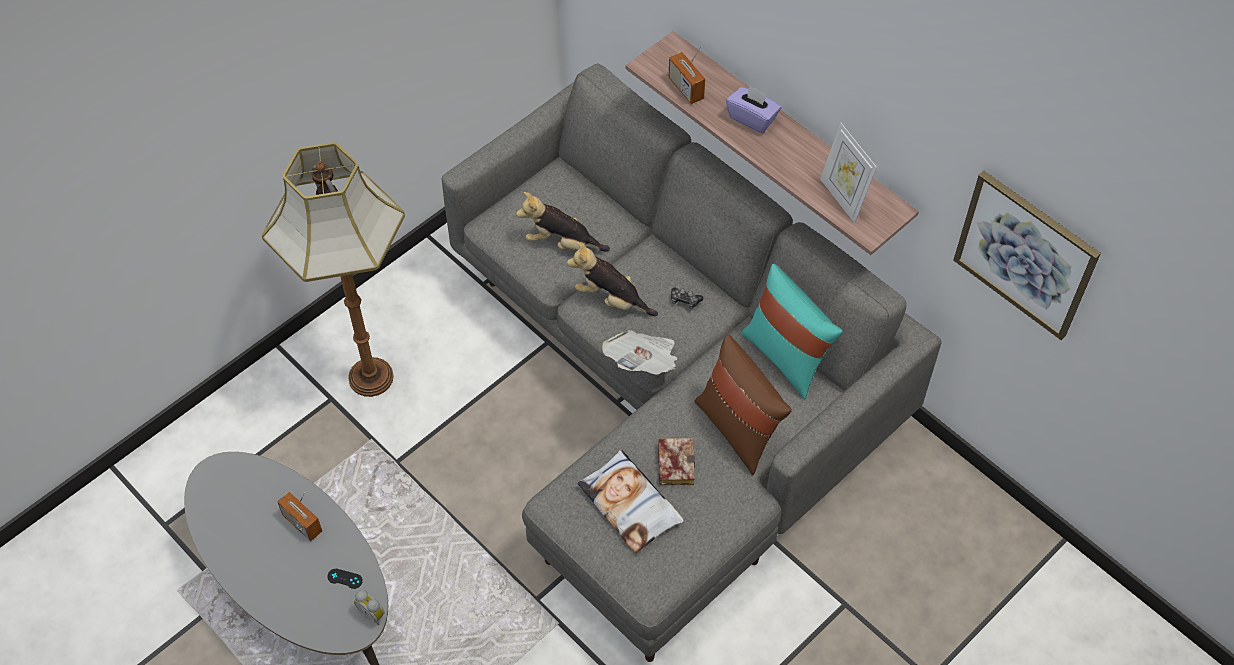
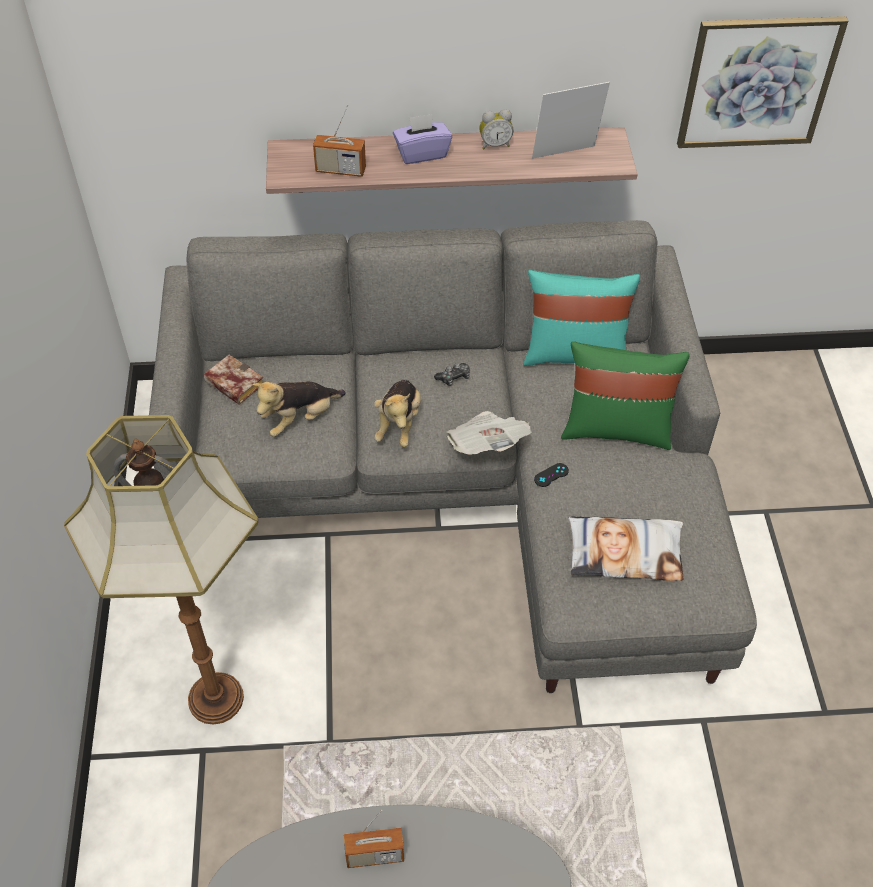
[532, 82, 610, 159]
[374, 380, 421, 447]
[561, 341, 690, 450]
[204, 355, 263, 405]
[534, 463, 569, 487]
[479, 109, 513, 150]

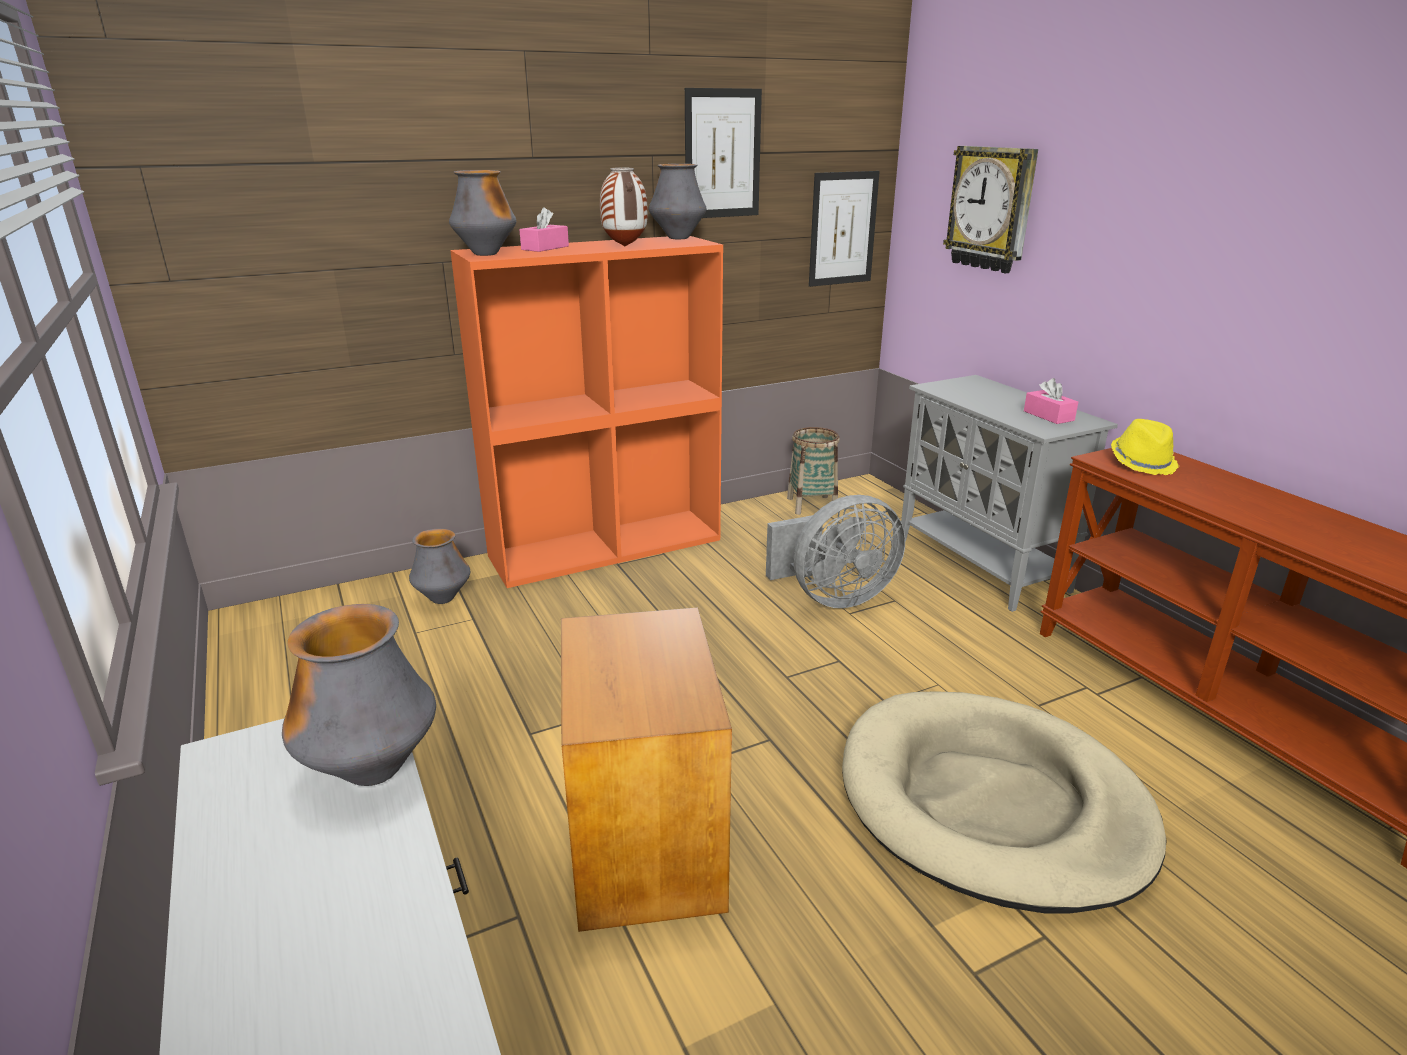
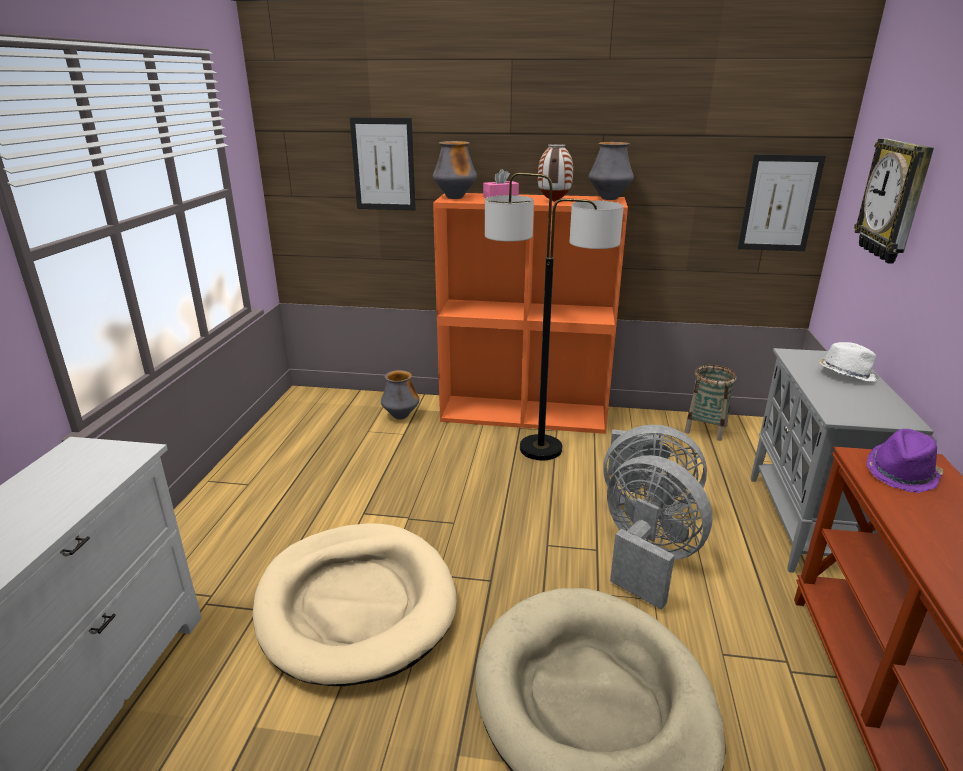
[350, 117, 416, 210]
[1024, 378, 1078, 424] (first image)
[866, 429, 944, 493]
[282, 604, 436, 786] (first image)
[253, 523, 457, 686]
[485, 173, 624, 460]
[818, 342, 877, 382]
[607, 455, 713, 610]

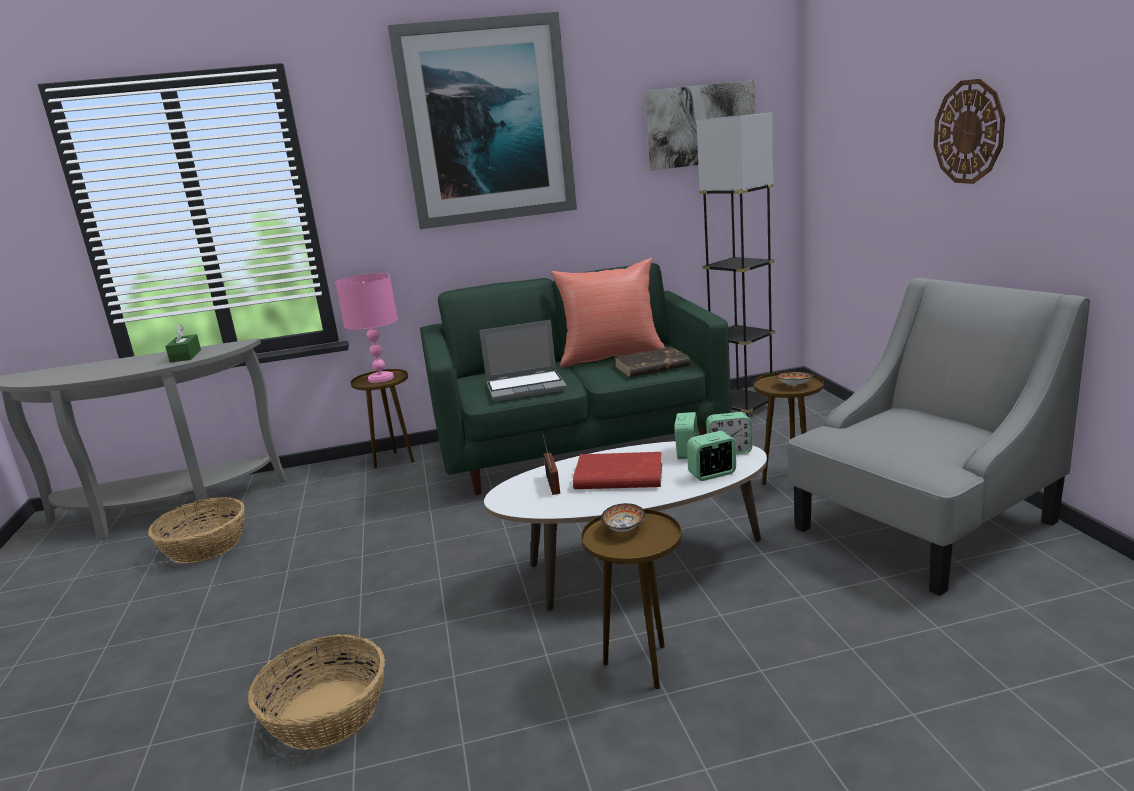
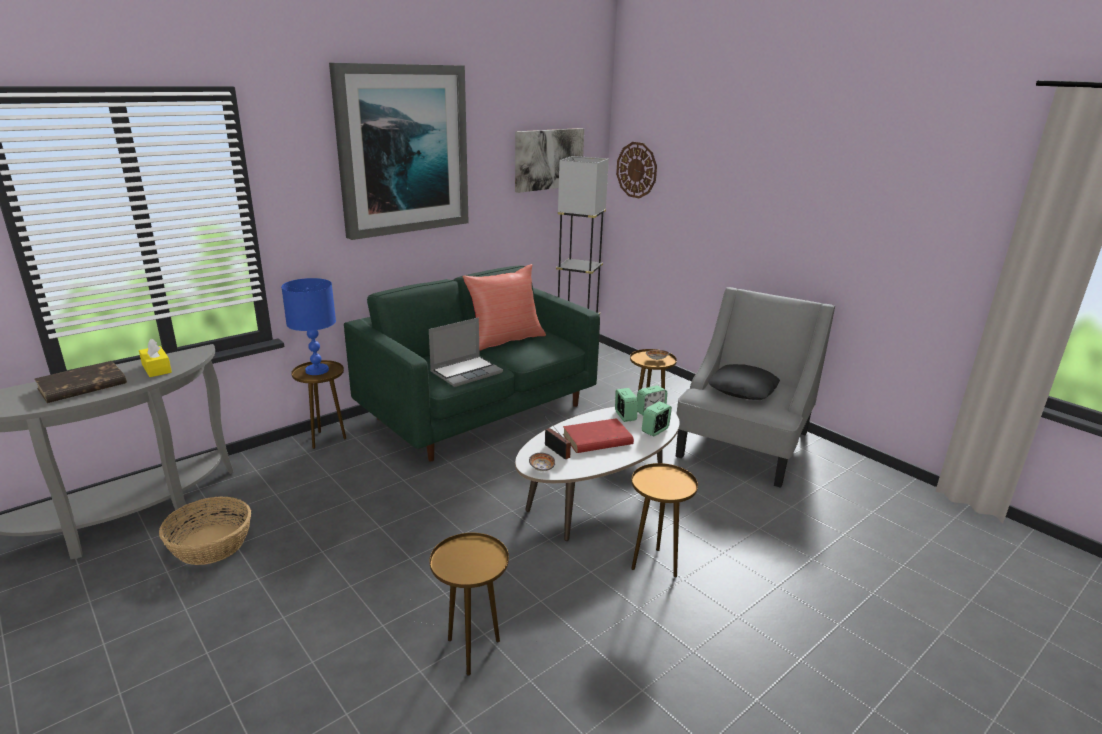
[616, 142, 657, 199]
[281, 278, 336, 375]
[139, 339, 172, 377]
[34, 361, 127, 403]
[529, 453, 556, 471]
[430, 533, 509, 676]
[708, 364, 780, 400]

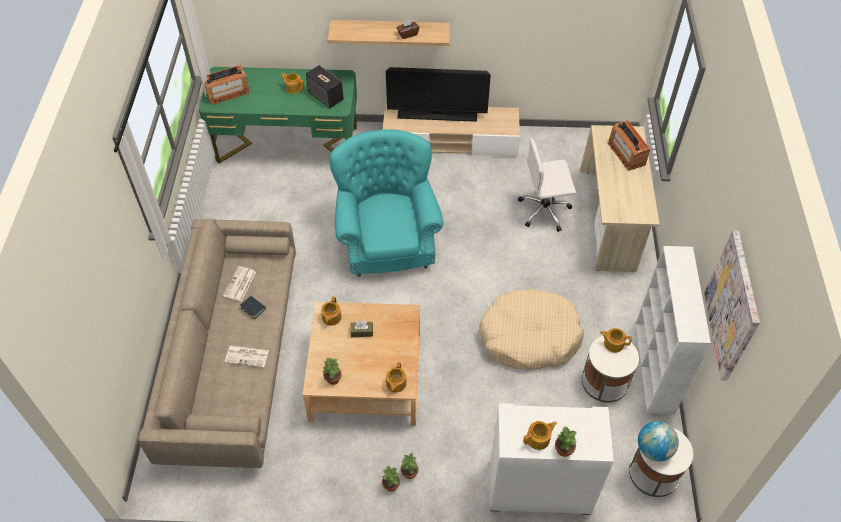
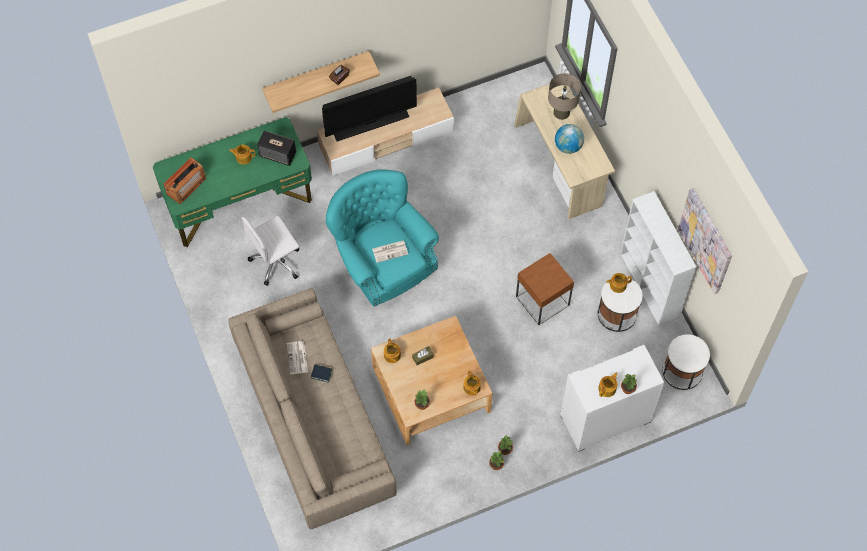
[548, 73, 581, 120]
[241, 216, 300, 285]
[516, 253, 574, 325]
[372, 240, 408, 263]
[555, 124, 584, 154]

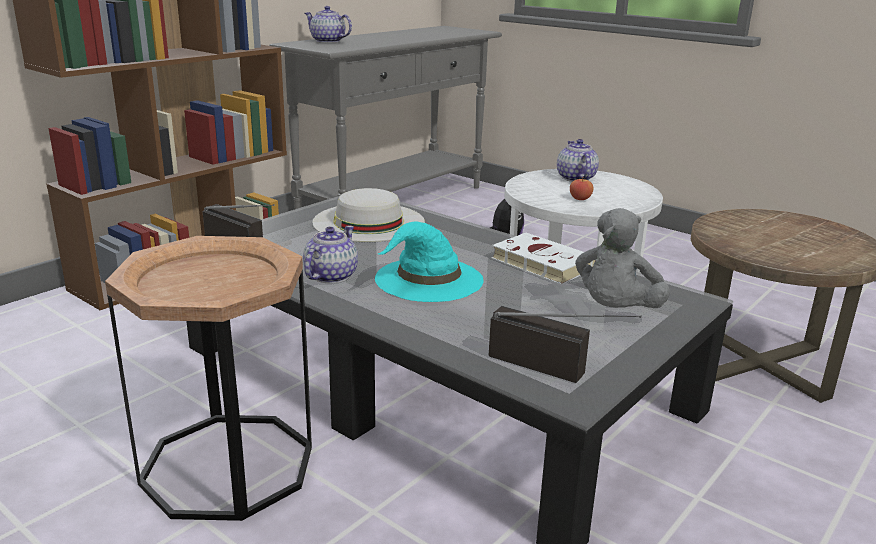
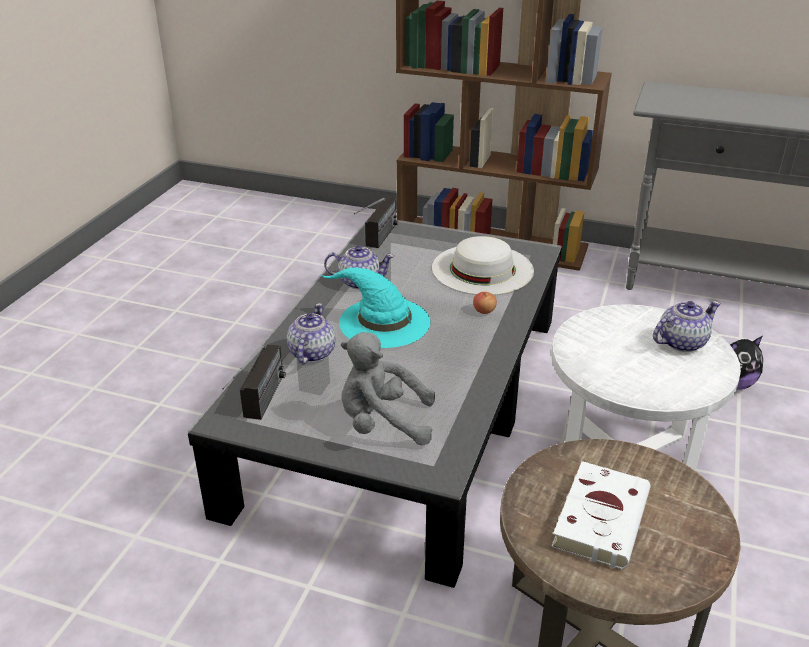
[287, 303, 336, 365]
[473, 292, 497, 314]
[551, 461, 651, 570]
[105, 236, 312, 521] (first image)

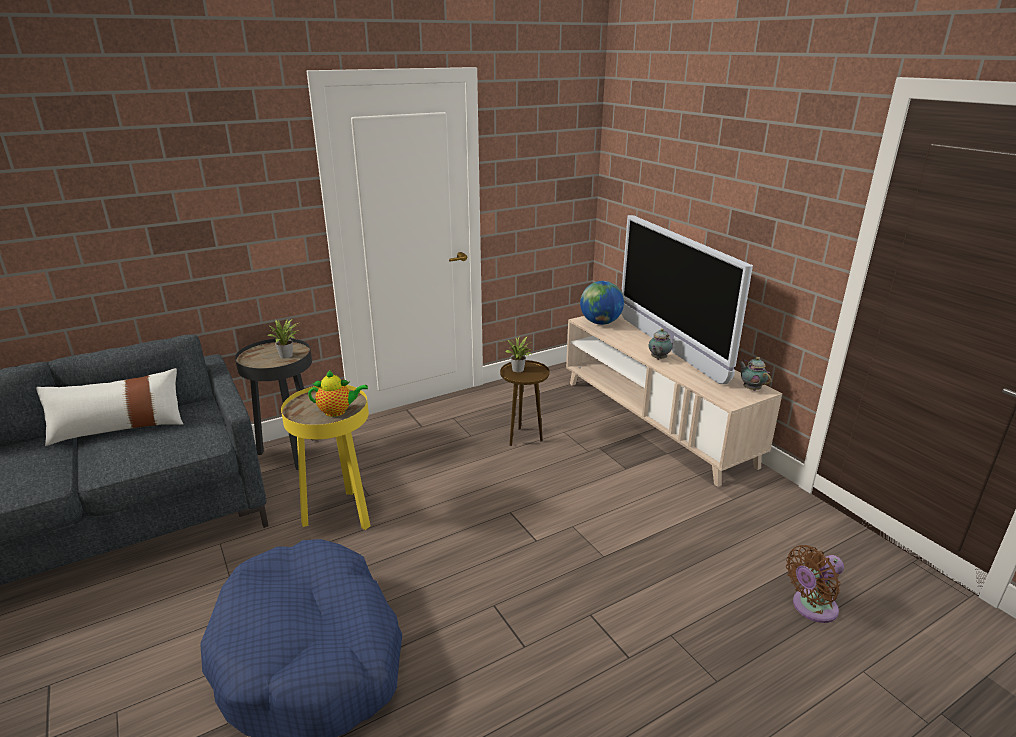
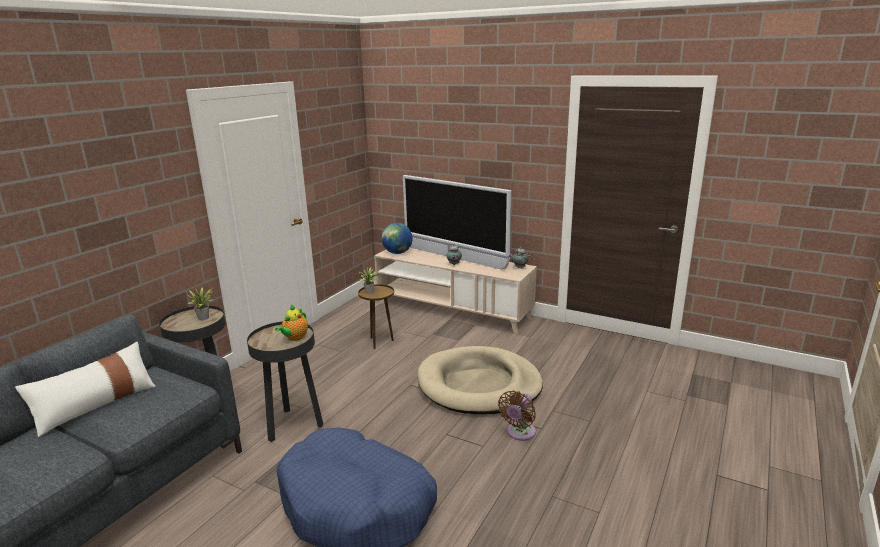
[275, 305, 308, 341]
[247, 321, 323, 442]
[498, 390, 536, 441]
[417, 346, 543, 414]

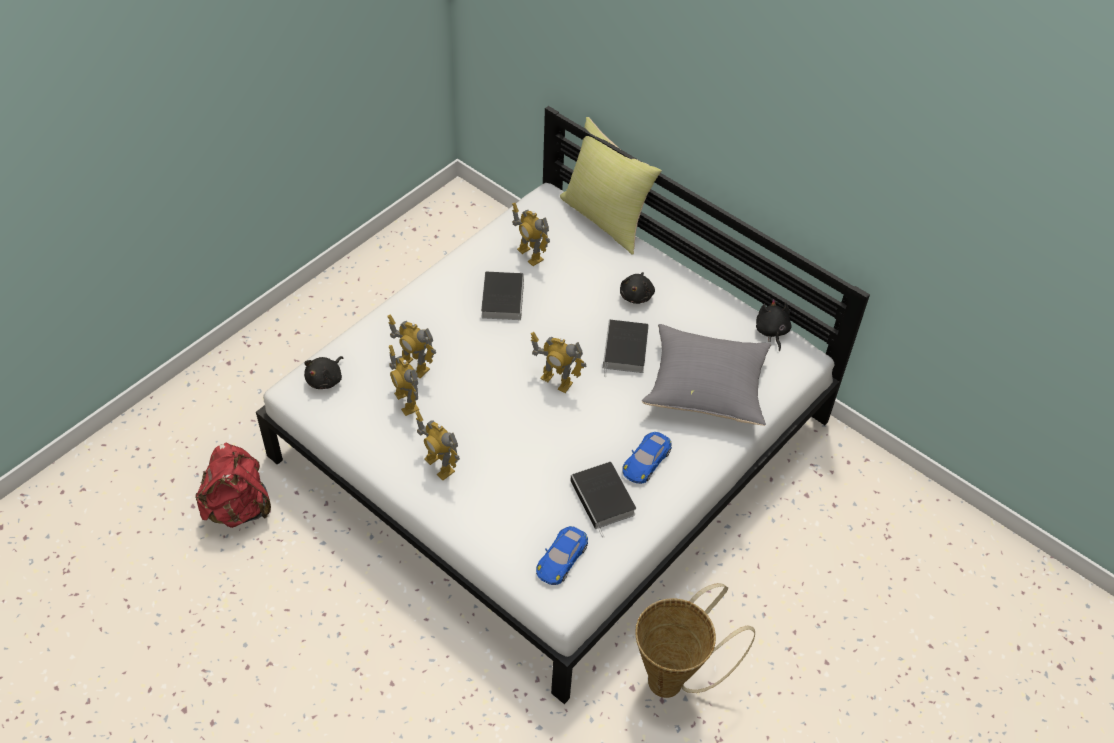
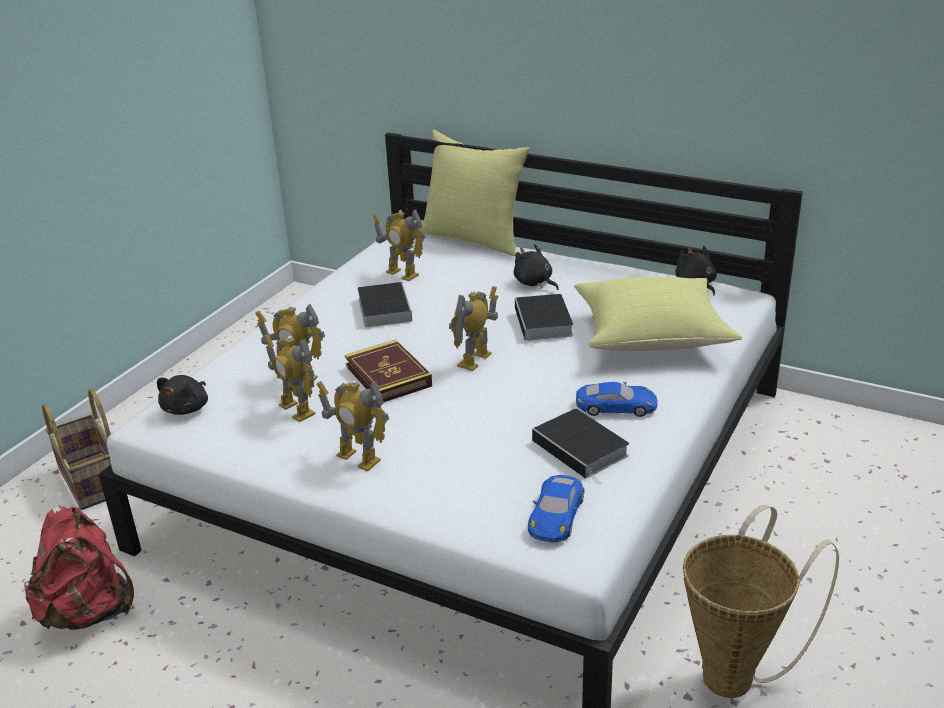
[514, 244, 559, 290]
[574, 277, 742, 351]
[449, 286, 498, 371]
[576, 382, 658, 417]
[345, 339, 432, 402]
[42, 389, 111, 510]

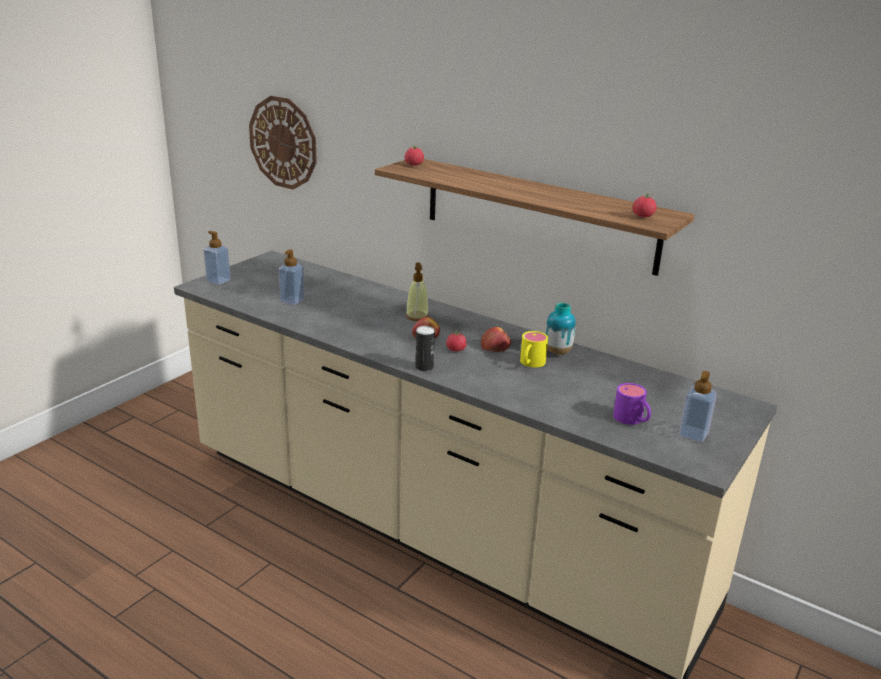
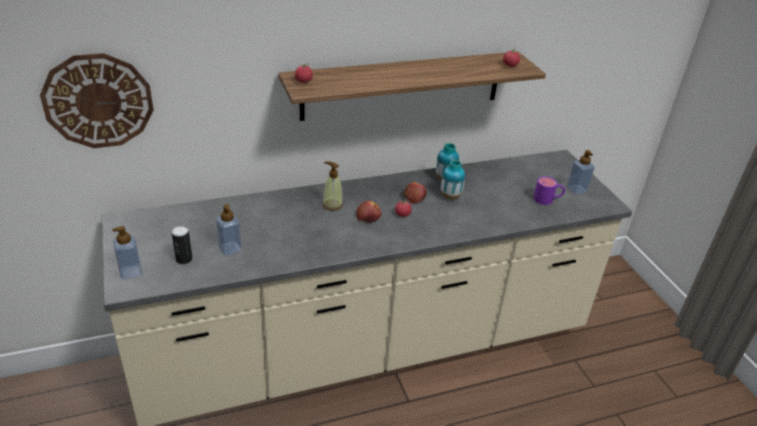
[172, 225, 193, 264]
[441, 160, 465, 200]

